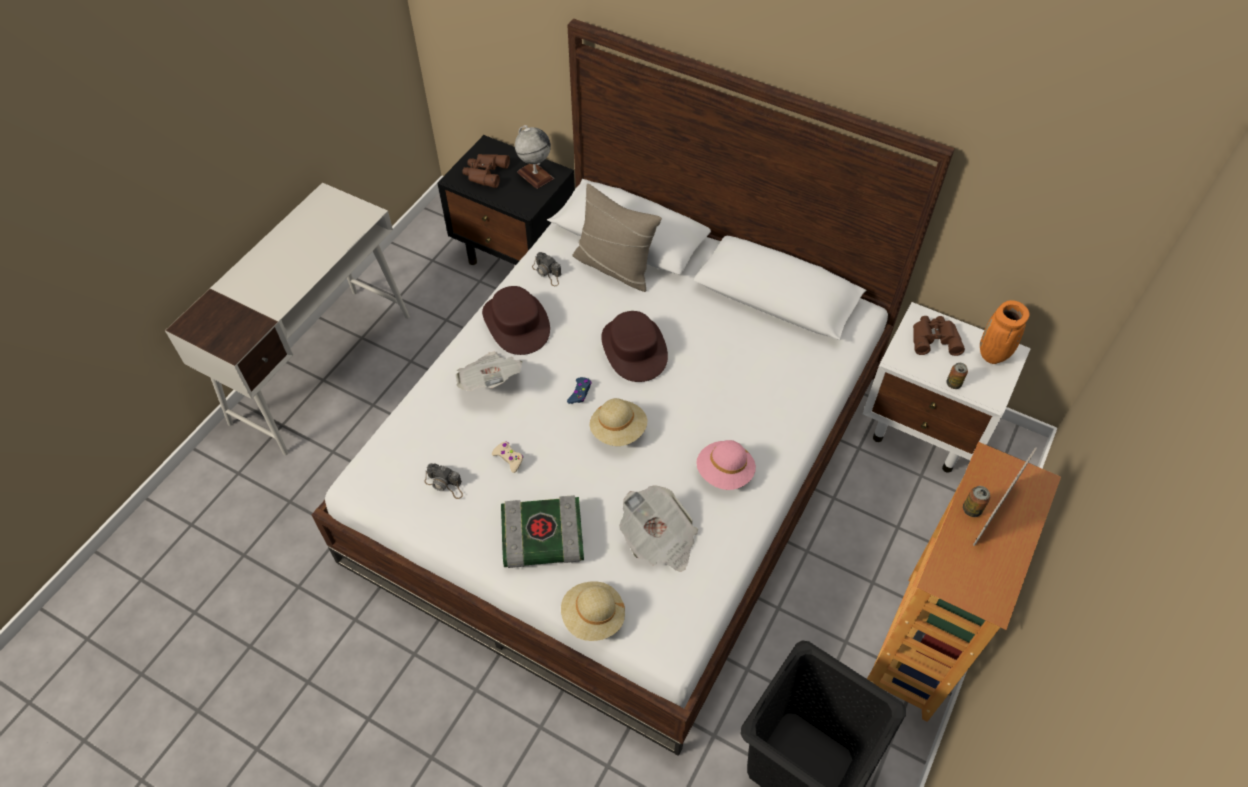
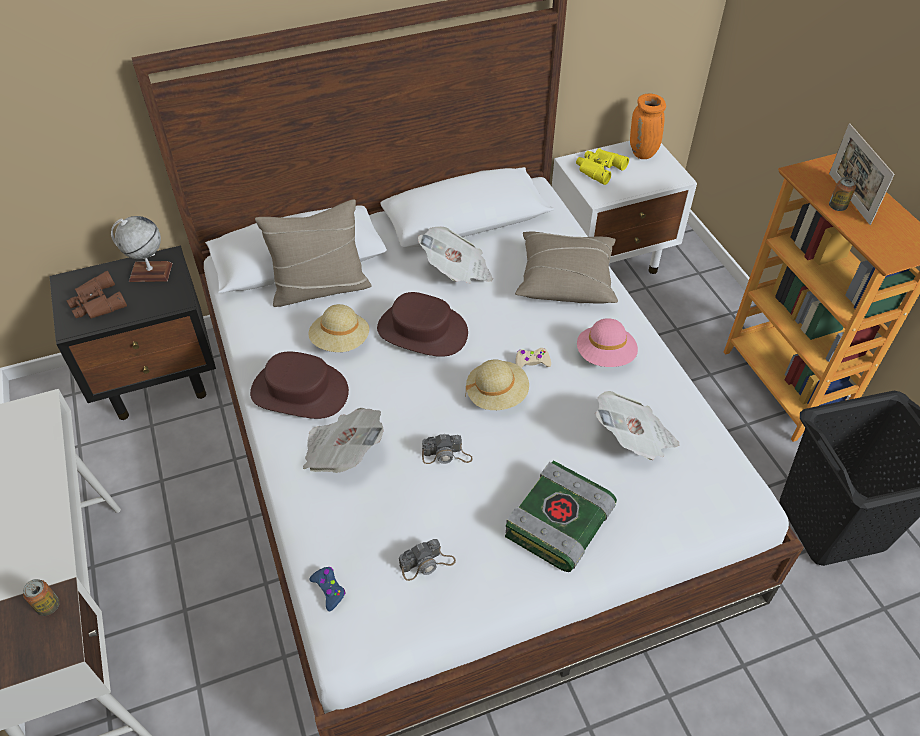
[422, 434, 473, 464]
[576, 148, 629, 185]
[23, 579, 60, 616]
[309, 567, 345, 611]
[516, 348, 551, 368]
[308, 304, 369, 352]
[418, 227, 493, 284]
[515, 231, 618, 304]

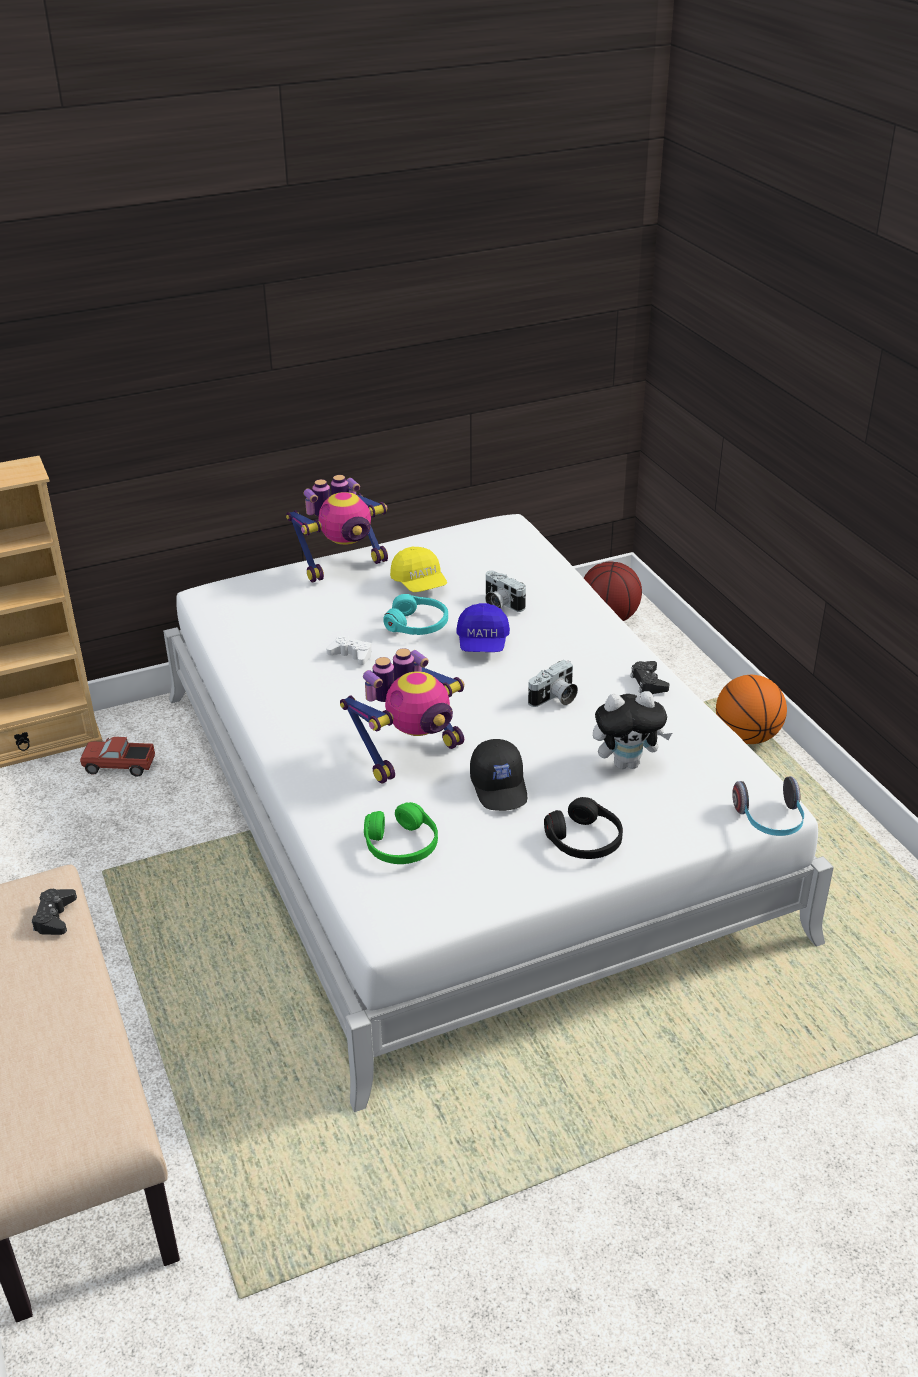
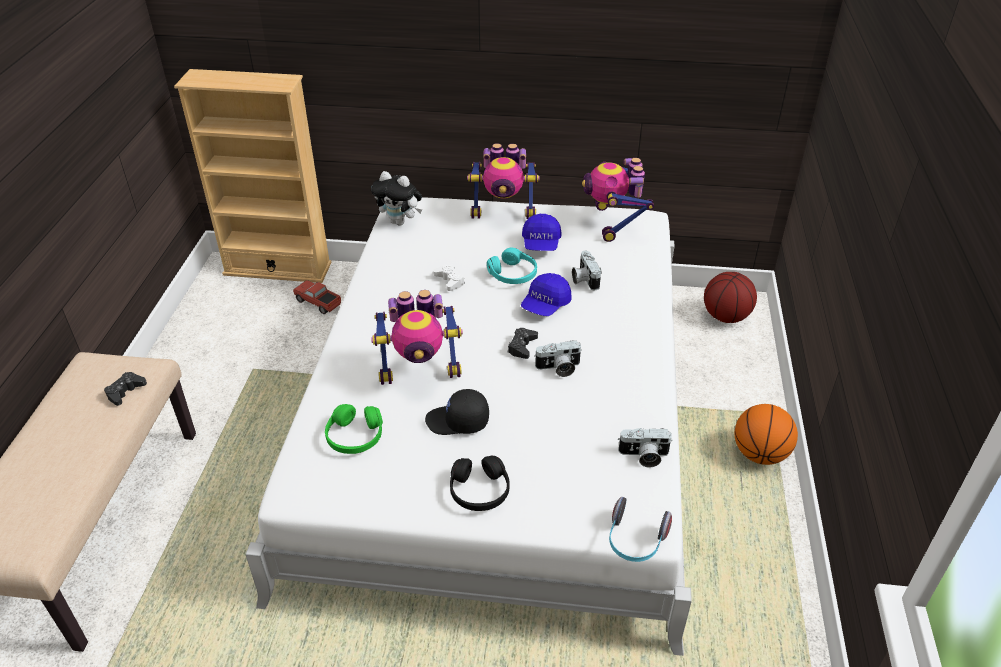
[522, 214, 562, 251]
[508, 328, 538, 359]
[371, 171, 422, 225]
[425, 389, 489, 435]
[582, 158, 654, 242]
[618, 428, 673, 468]

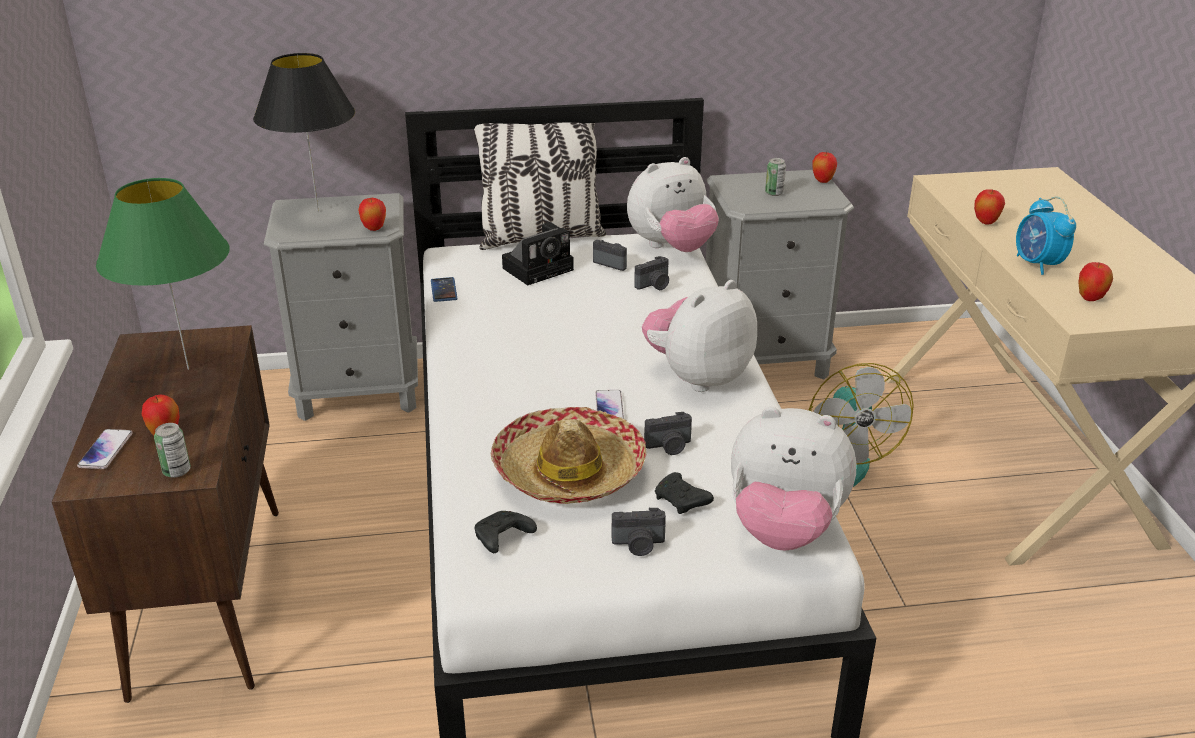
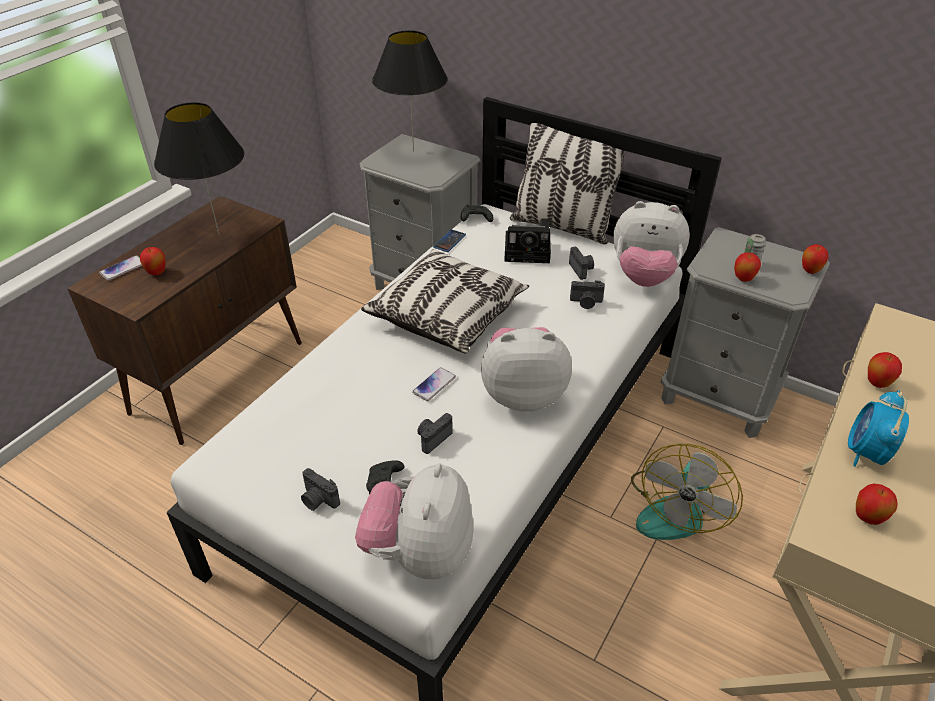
[154, 102, 244, 235]
[734, 252, 761, 282]
[491, 407, 647, 504] (first image)
[355, 463, 473, 579]
[417, 413, 453, 454]
[154, 423, 191, 478] (first image)
[461, 205, 494, 222]
[361, 249, 529, 353]

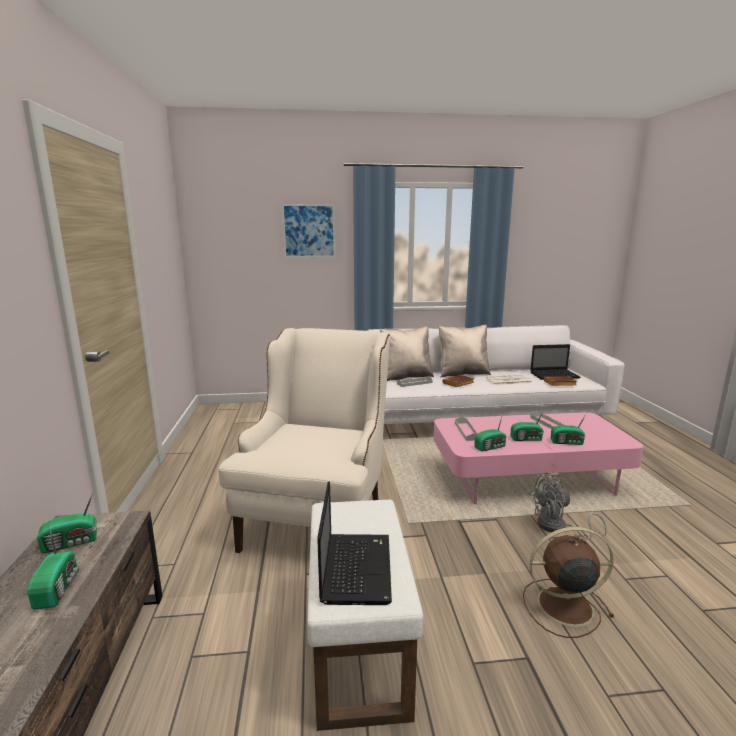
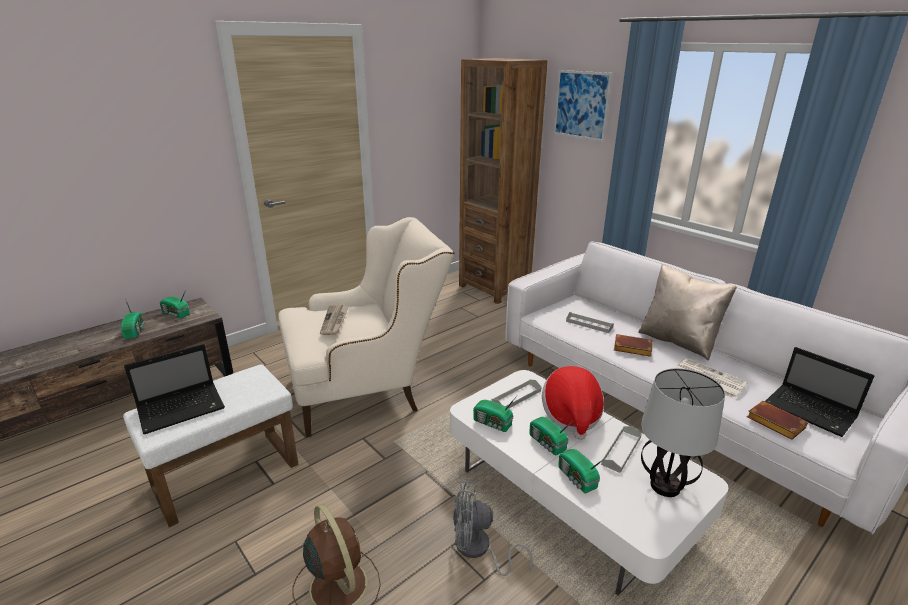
[380, 326, 434, 381] (first image)
[450, 370, 728, 596]
[453, 481, 533, 576]
[121, 298, 146, 339]
[459, 58, 547, 304]
[320, 304, 349, 335]
[542, 366, 604, 440]
[641, 368, 725, 497]

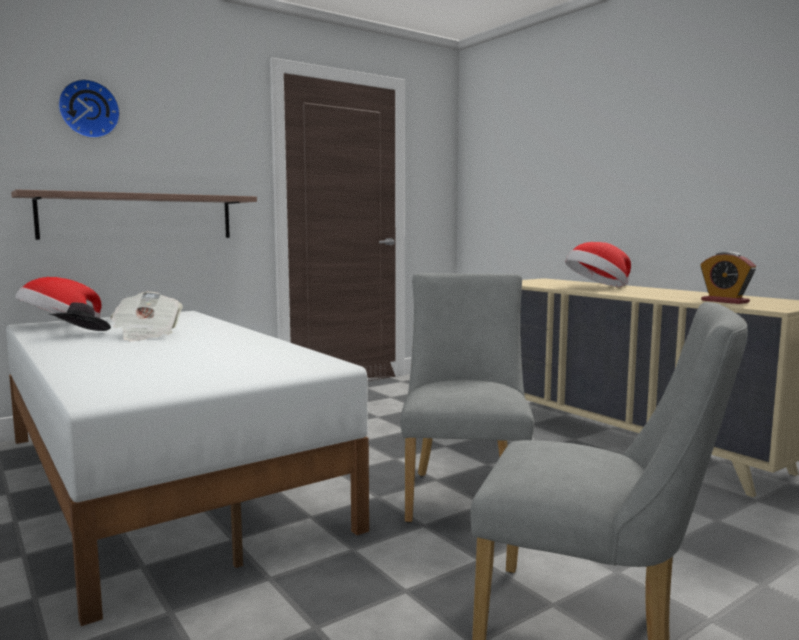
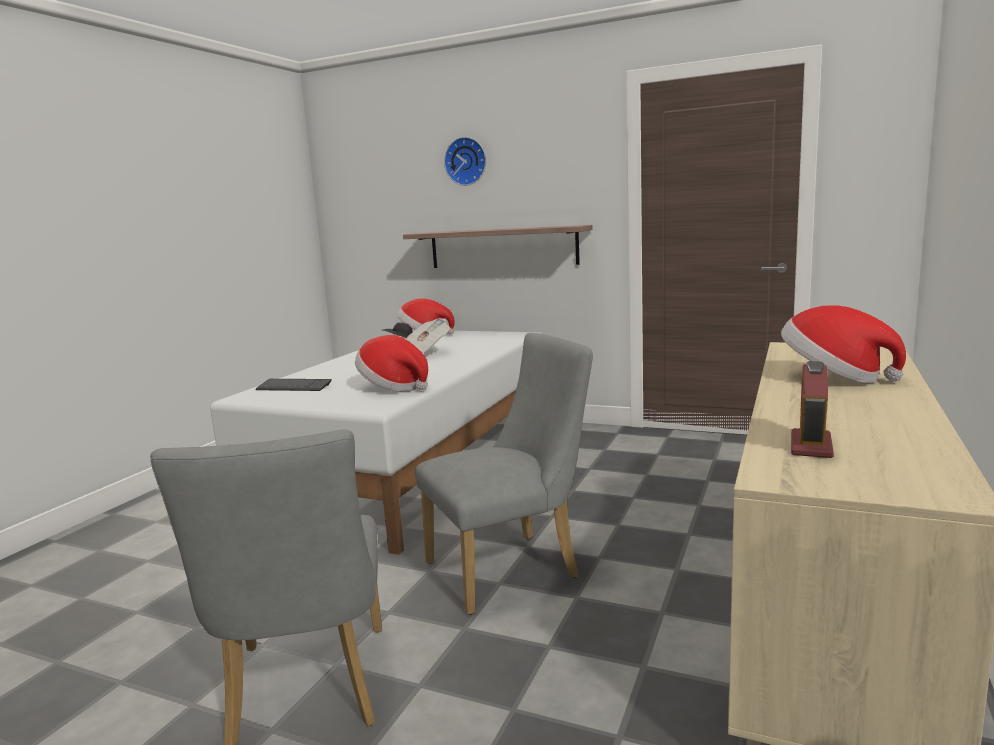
[355, 335, 428, 391]
[255, 379, 332, 391]

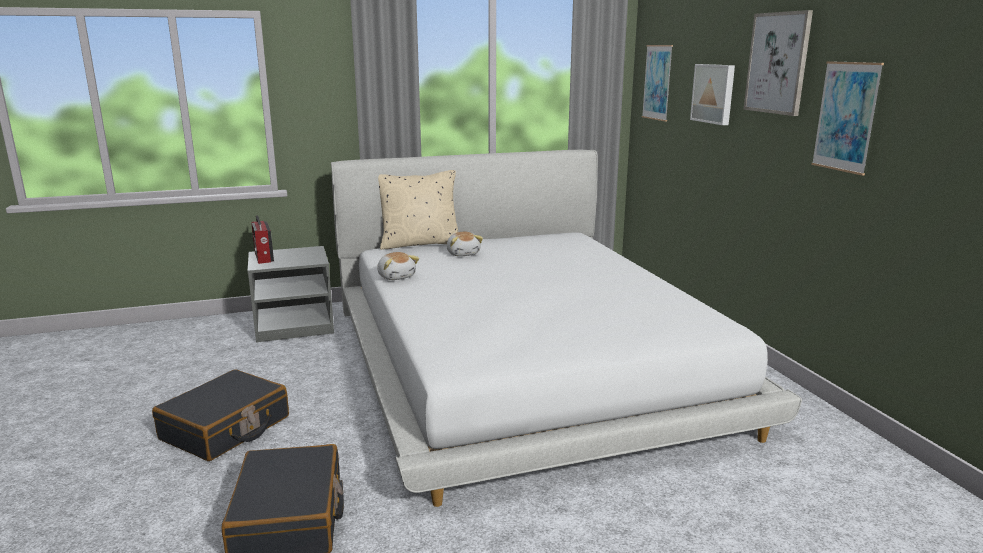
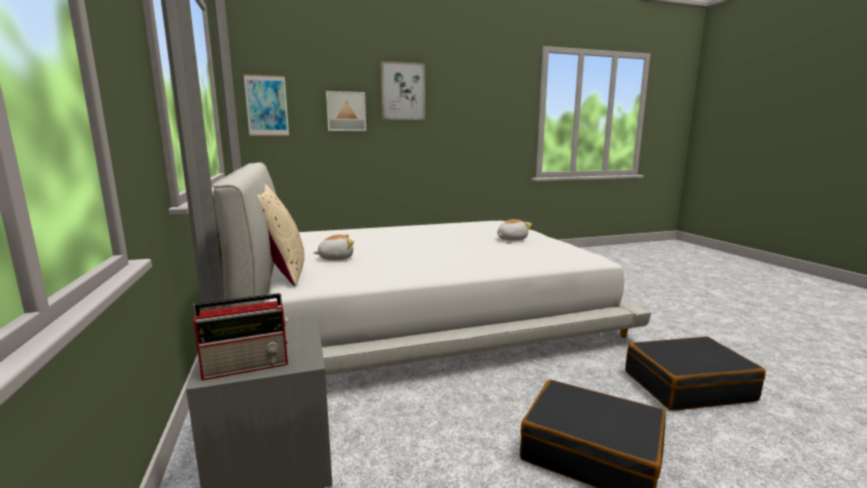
[811, 61, 884, 176] (first image)
[497, 219, 532, 241]

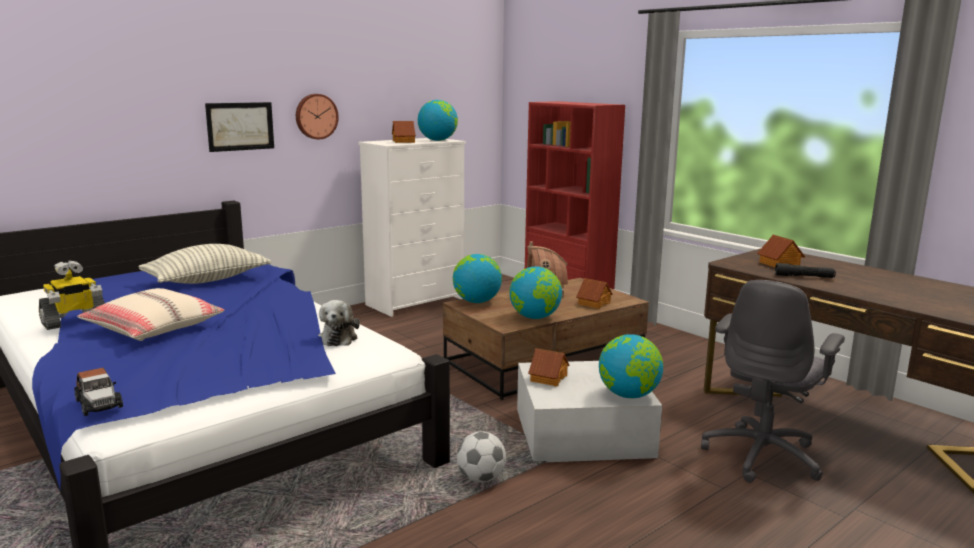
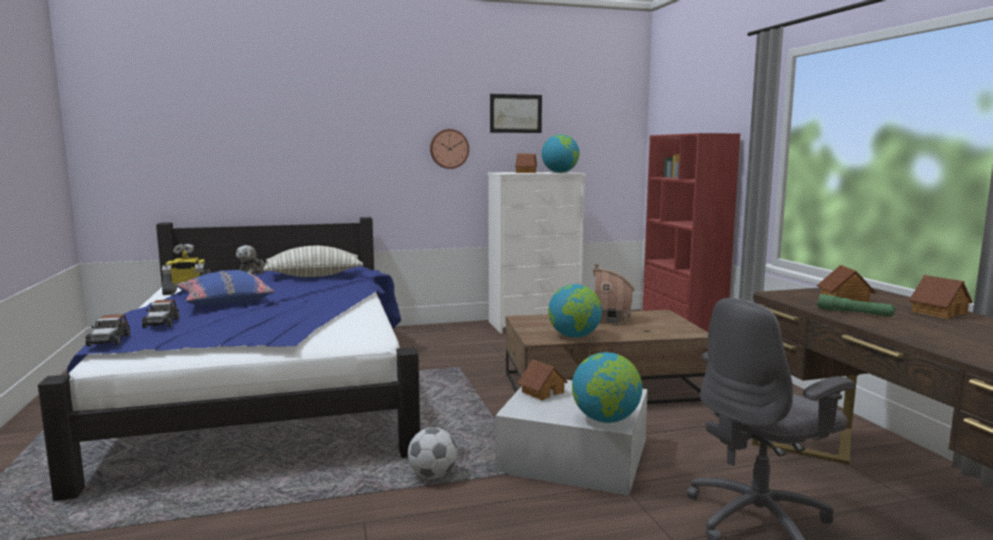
[490, 94, 542, 133]
[453, 254, 502, 303] (first image)
[817, 294, 896, 317]
[909, 275, 972, 319]
[177, 270, 275, 307]
[236, 245, 268, 274]
[142, 299, 179, 328]

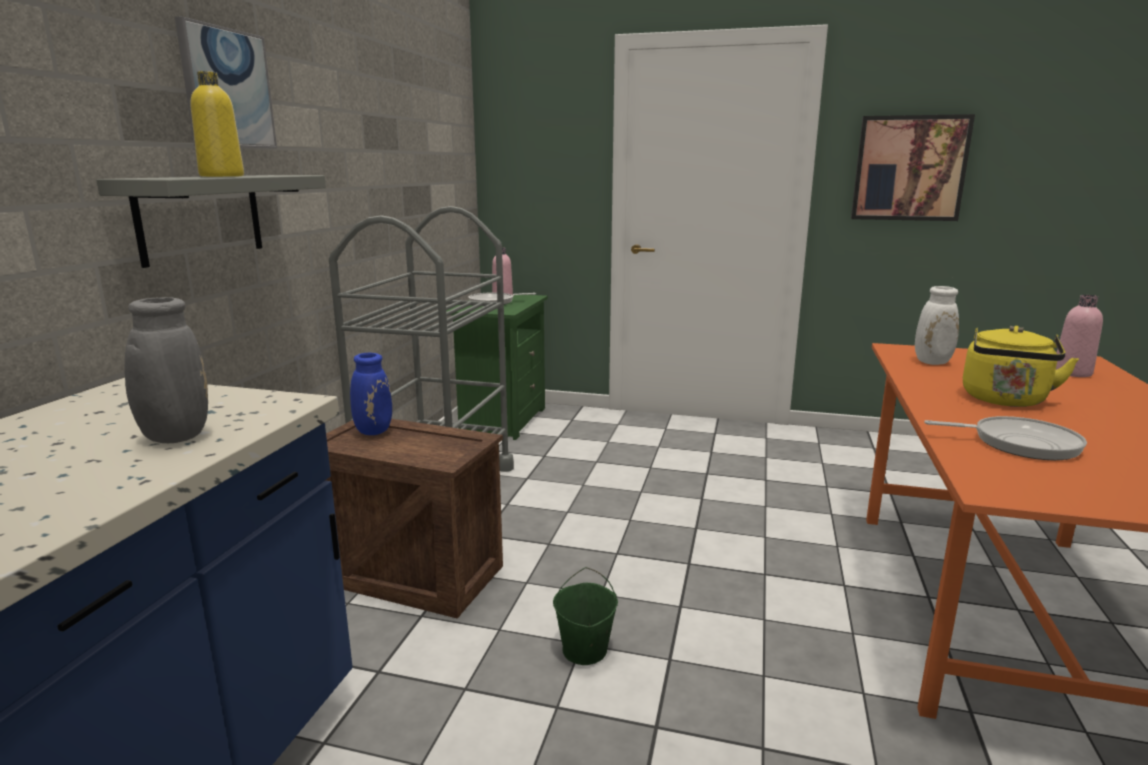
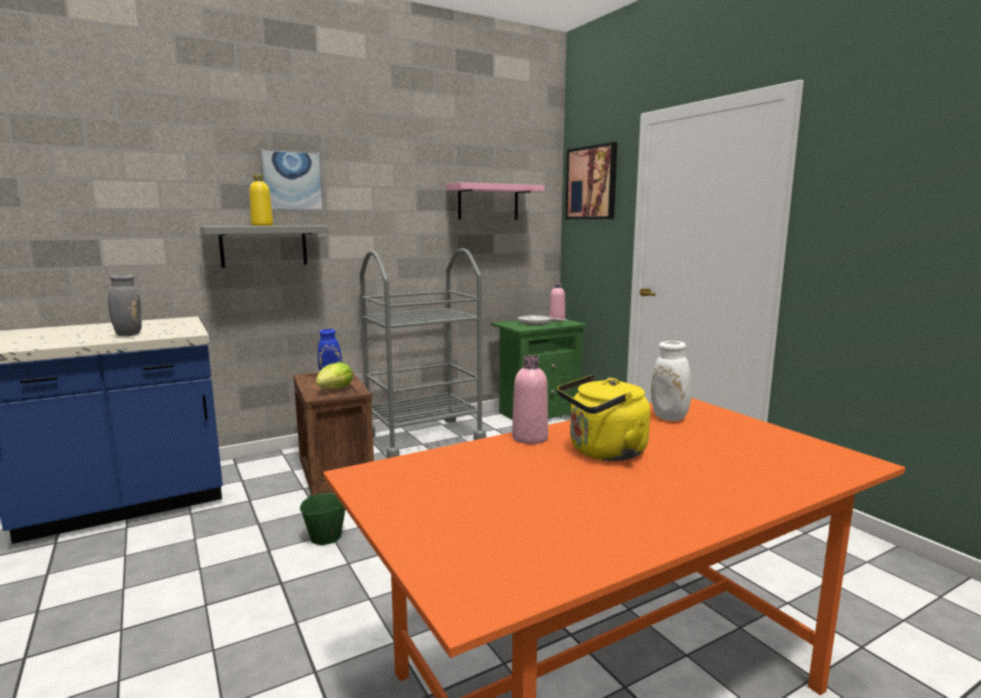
[565, 142, 617, 219]
[512, 355, 548, 444]
[924, 416, 1087, 460] (first image)
[446, 182, 545, 220]
[316, 362, 353, 389]

